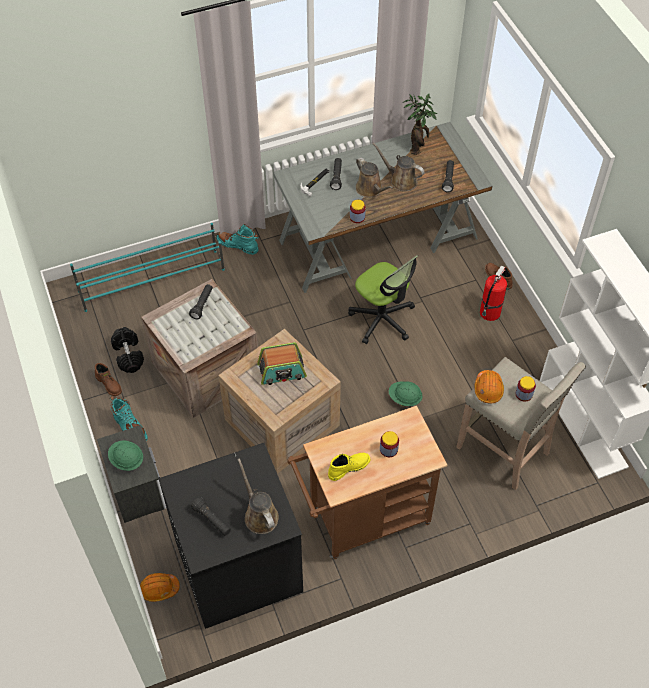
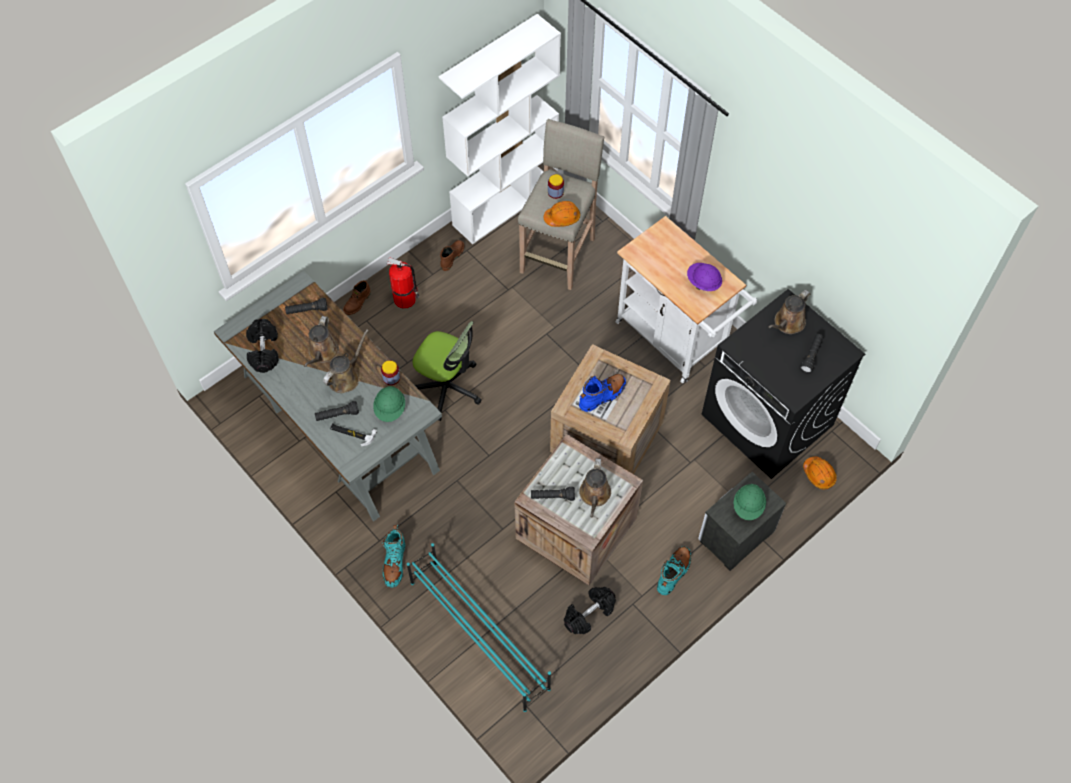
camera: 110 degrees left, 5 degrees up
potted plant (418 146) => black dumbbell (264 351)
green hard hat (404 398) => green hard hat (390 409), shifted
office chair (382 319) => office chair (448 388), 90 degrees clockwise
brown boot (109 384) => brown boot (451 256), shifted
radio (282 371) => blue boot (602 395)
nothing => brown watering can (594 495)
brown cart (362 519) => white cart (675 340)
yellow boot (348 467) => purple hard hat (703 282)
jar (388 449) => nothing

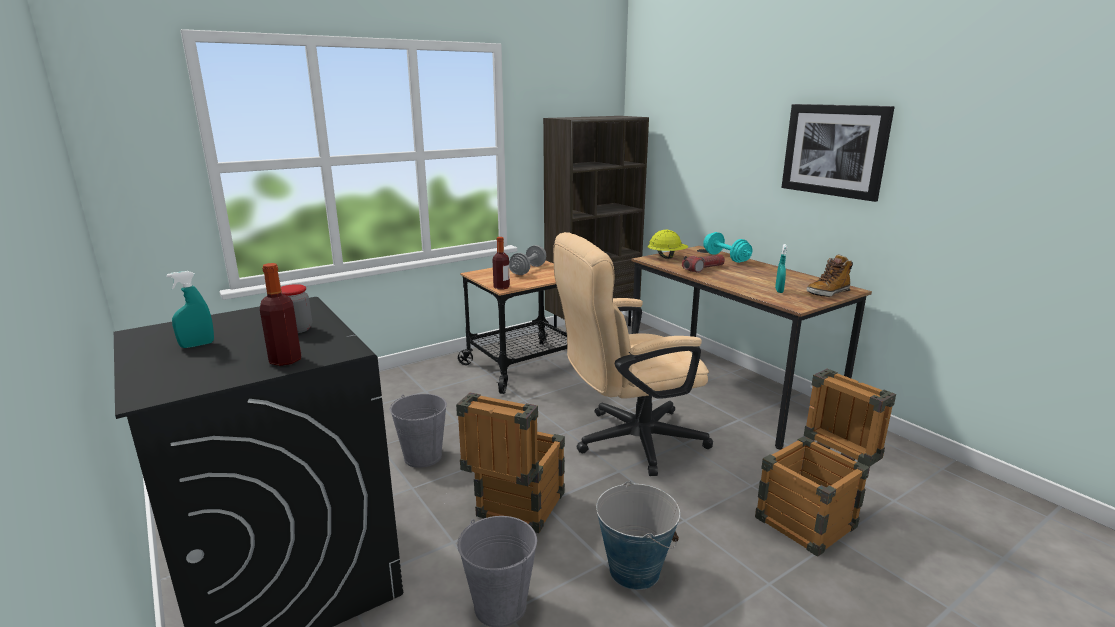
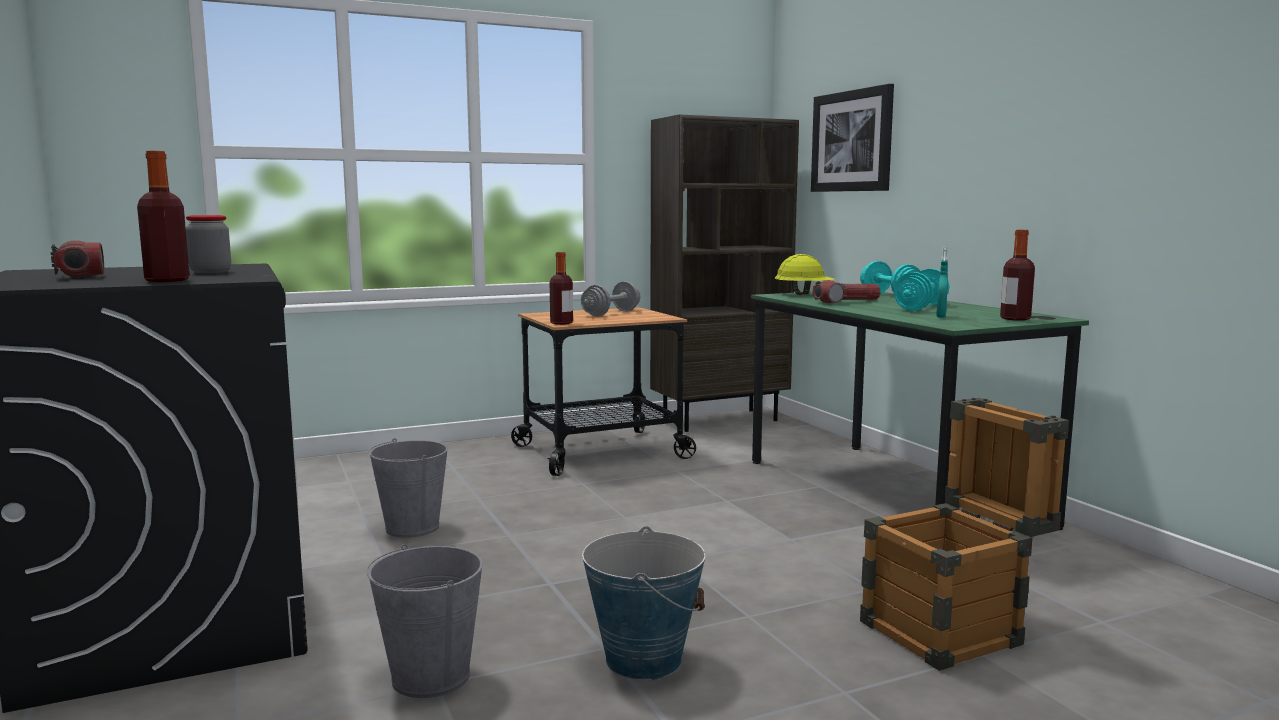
camera: 10 degrees right, 10 degrees down
turquoise spray bottle (197 345) => flashlight (83 274)
brown desk (728 391) => green desk (890 492)
picture (834 150) => picture (852 141), shifted
nothing => turquoise dumbbell (921 307)
boot (827 293) => bottle (1015 319)
crate (515 511) => nothing
beige office chair (628 441) => nothing

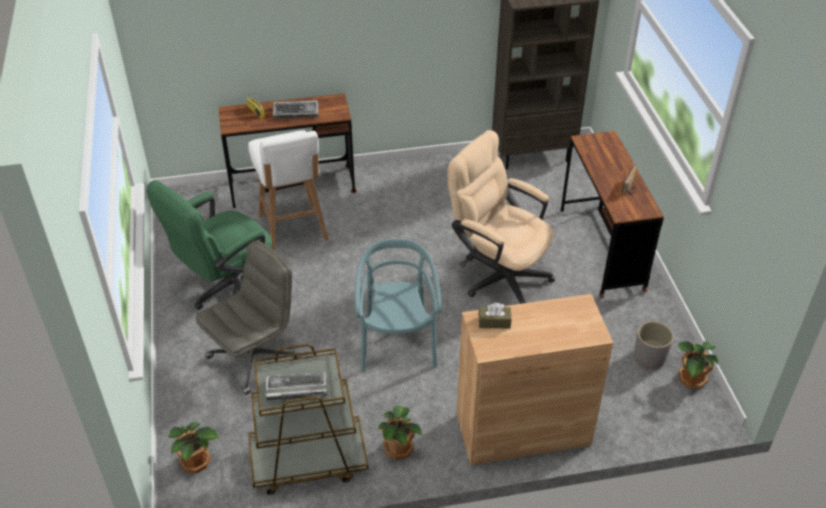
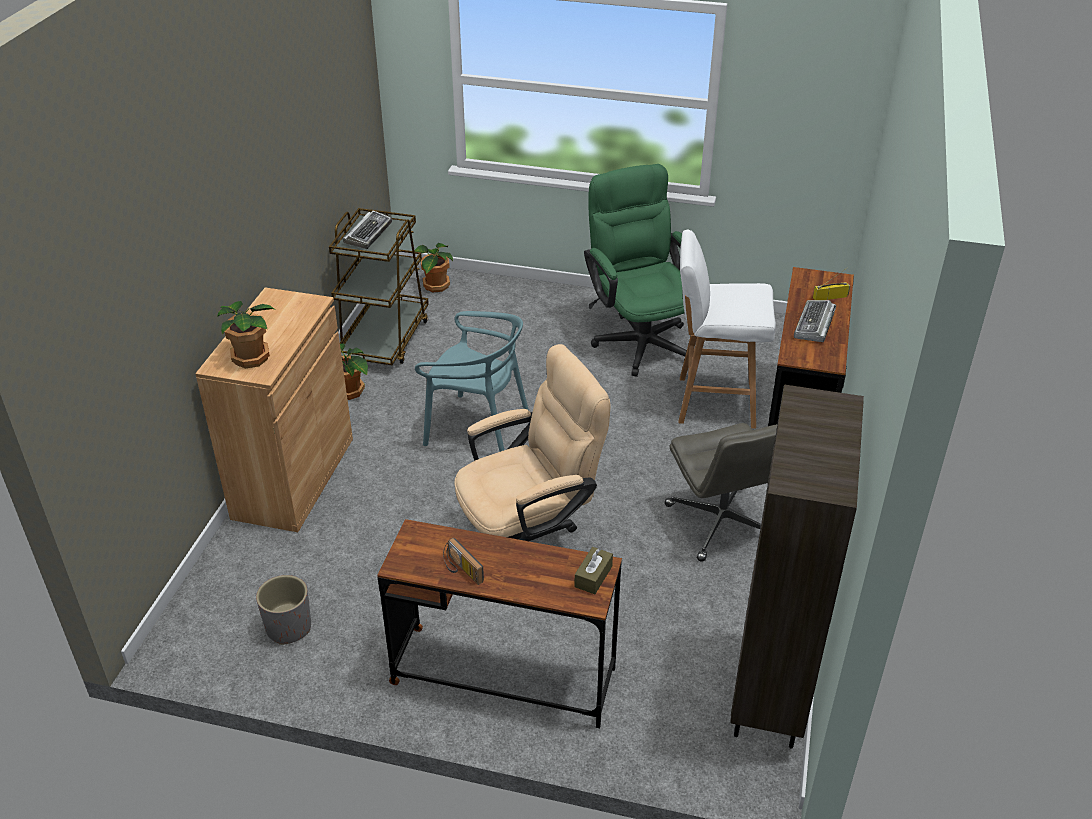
camera: 115 degrees right, 5 degrees down
potted plant (691 380) => potted plant (251 357), shifted
brown tissue box (494 322) => brown tissue box (593 576), shifted
grey office chair (254 357) => grey office chair (722 524), shifted

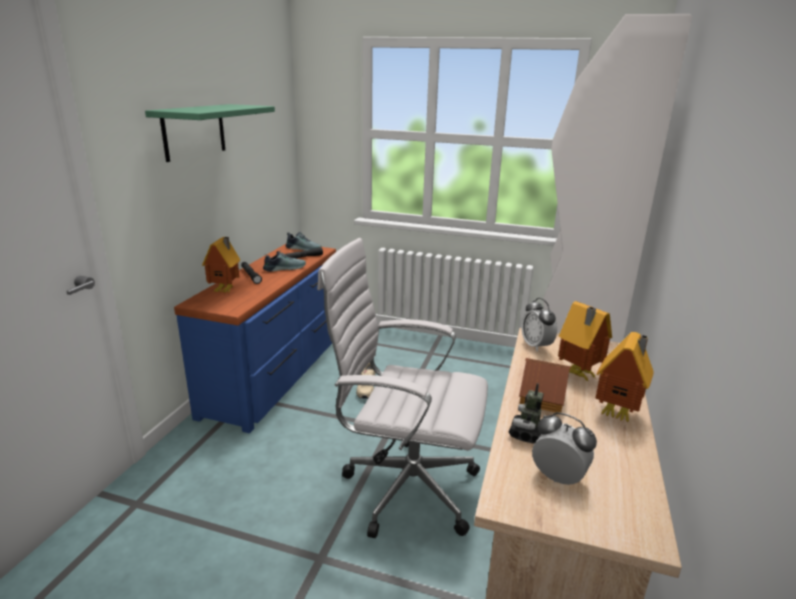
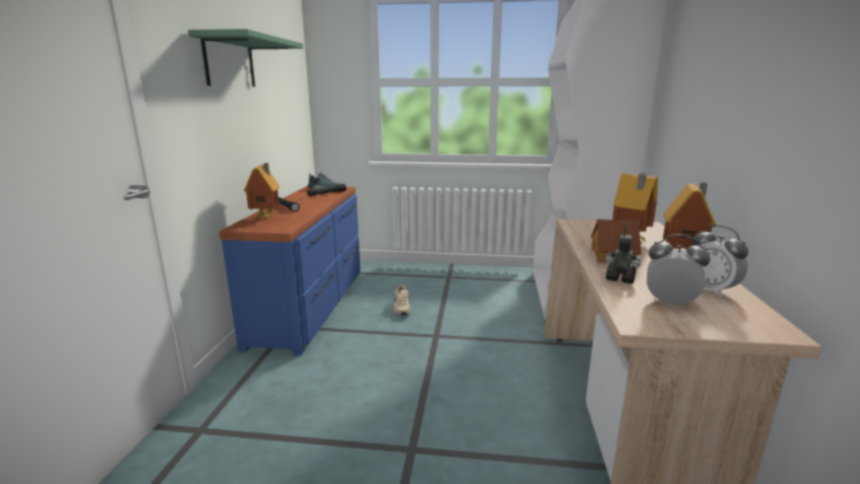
camera: 10 degrees left, 5 degrees down
toy robot (527 434) => toy robot (620 279), 105 degrees clockwise
alarm clock (536 346) => alarm clock (710 290), shifted
shoe (284 268) => nothing
white office chair (404 487) => nothing

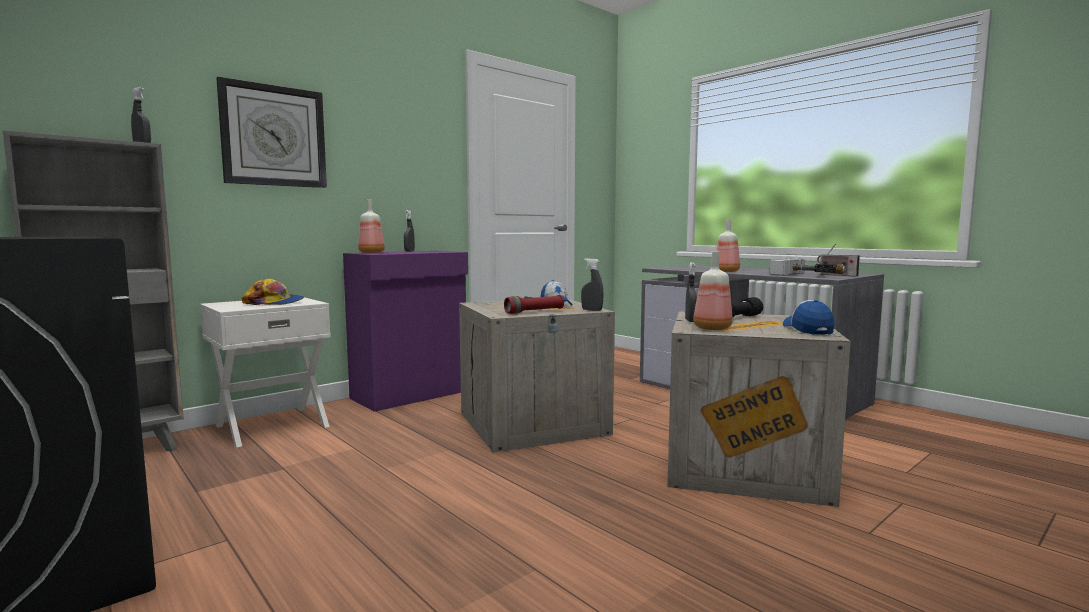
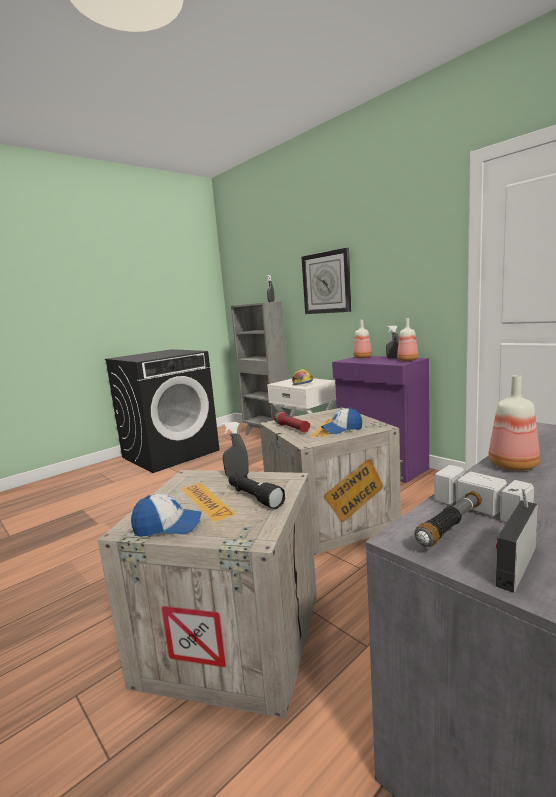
camera: 90 degrees right, 5 degrees up
bottle (711 328) => bottle (407 360), shifted
grey spray bottle (592 310) => nothing

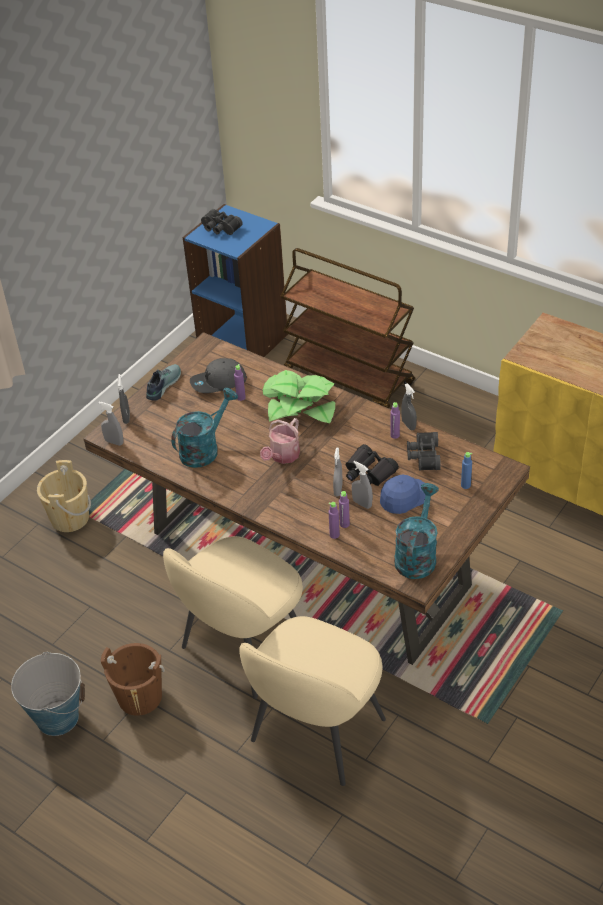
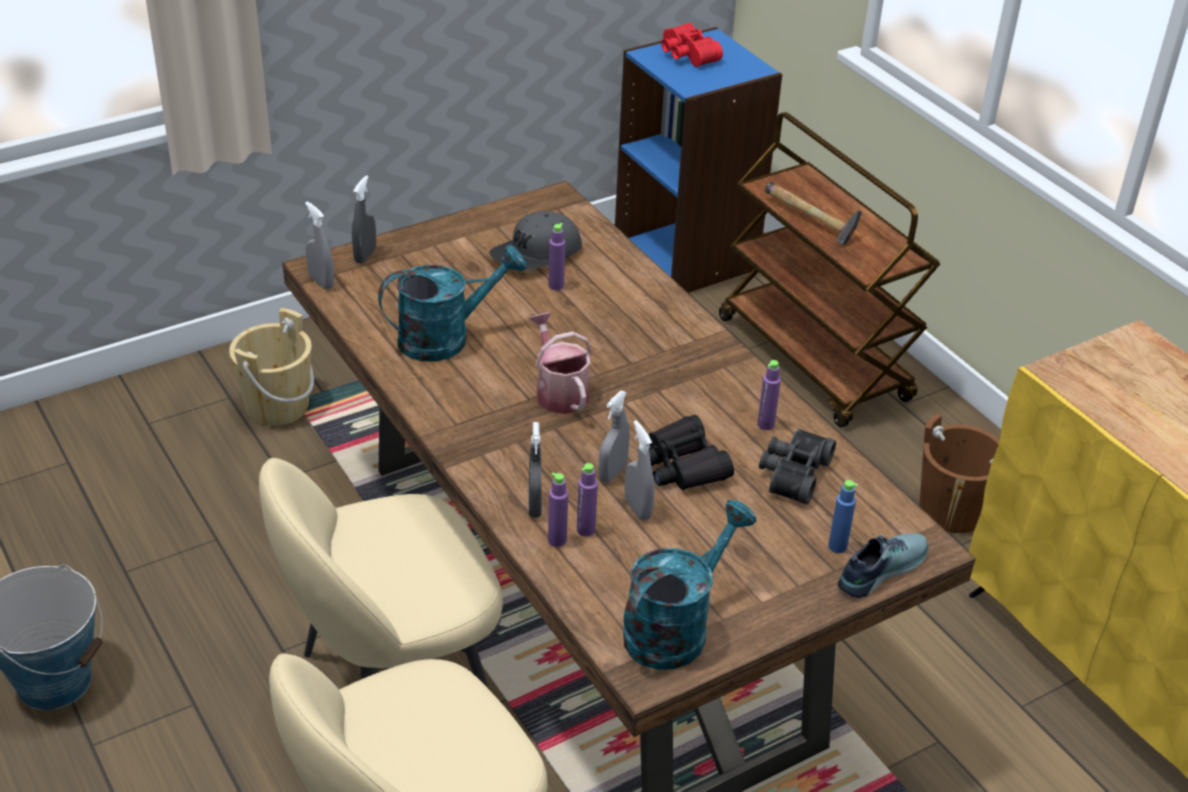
camera: 20 degrees right, 5 degrees down
grey cap (218 383) => grey cap (537 255), 45 degrees counterclockwise
grey spray bottle (408 425) => grey spray bottle (534 506), shifted
watering can (282 456) => watering can (559 391), 105 degrees clockwise
black binoculars (219 228) => red binoculars (686 55)
nothing => hammer (810 222)
shoe (162 385) => shoe (879 569), shifted
brown bucket (140 697) => brown bucket (952 510), shifted
potted plant (300 404) => nothing
blue cap (404 497) => nothing

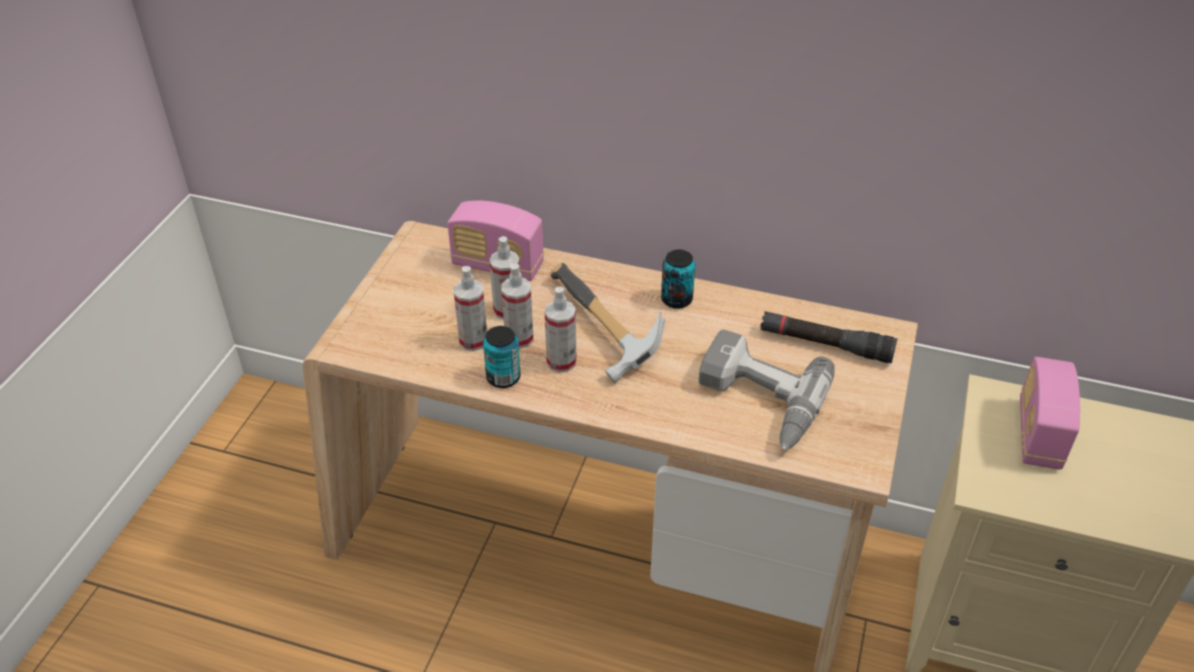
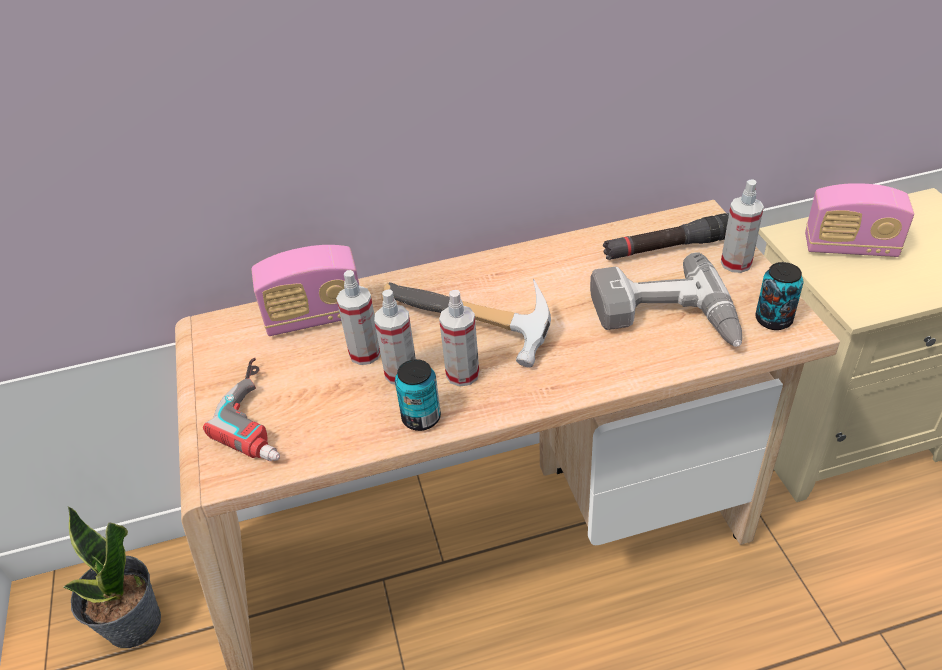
camera: 30 degrees left, 0 degrees up
nothing => potted plant (133 624)
nothing => power drill (265 415)
spray bottle (473 341) => spray bottle (736 263), shifted
can (676 299) => can (773 320), shifted
radio (1038 434) => radio (850 247), 60 degrees counterclockwise

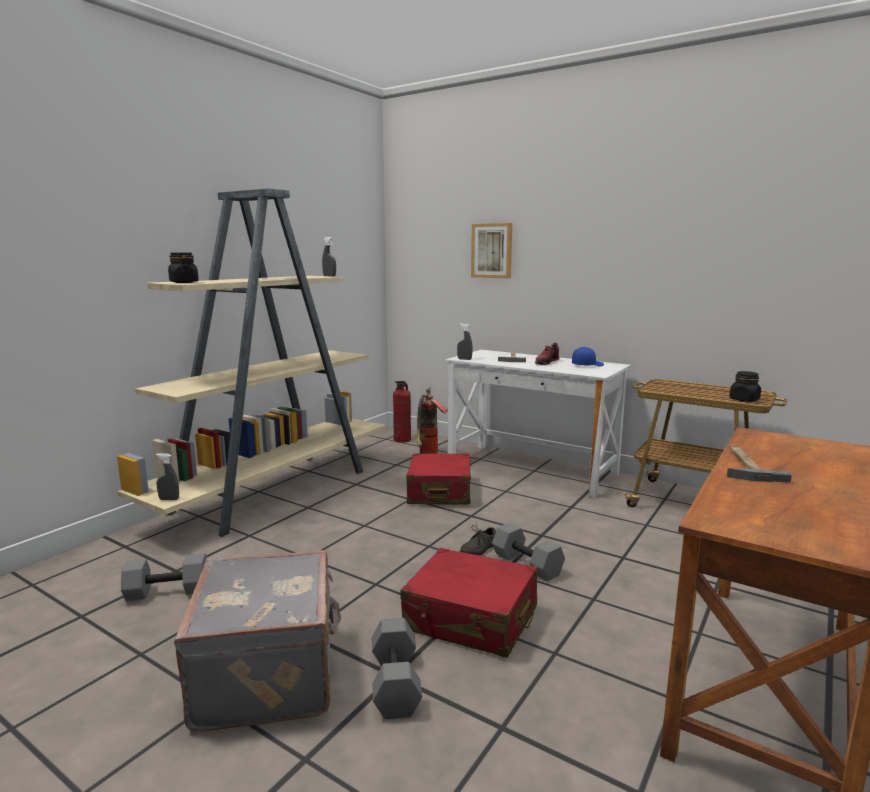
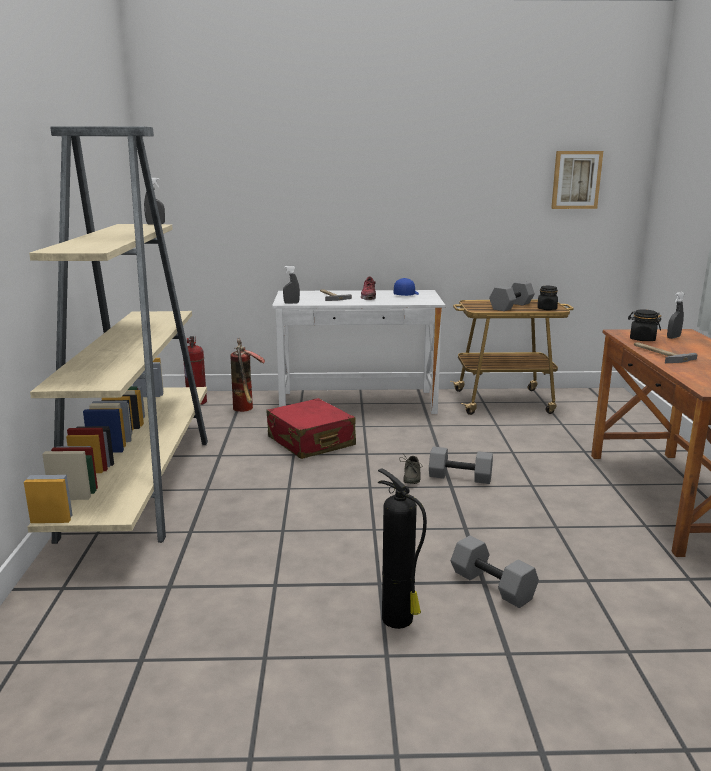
camera: 35 degrees left, 5 degrees up
grey suitcase (270 674) => fire extinguisher (399 620)
grey dumbbell (169 591) => grey dumbbell (511 306), shifted
picture (492 251) => picture (576 180), shifted
black jar (184 282) => black jar (642 339), shifted
grey spray bottle (169 499) => grey spray bottle (673 337), shifted
red suitcase (471 619) => nothing

